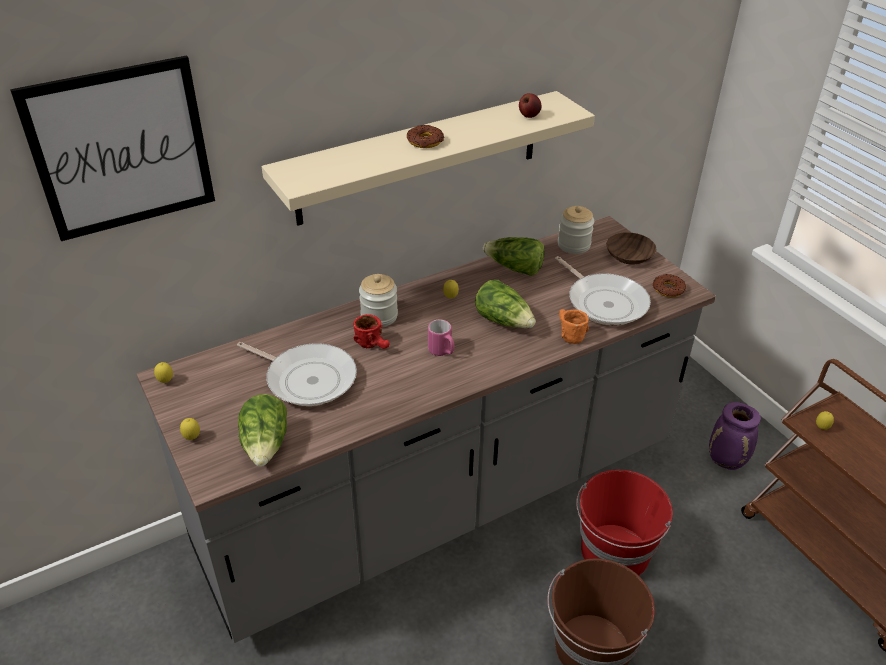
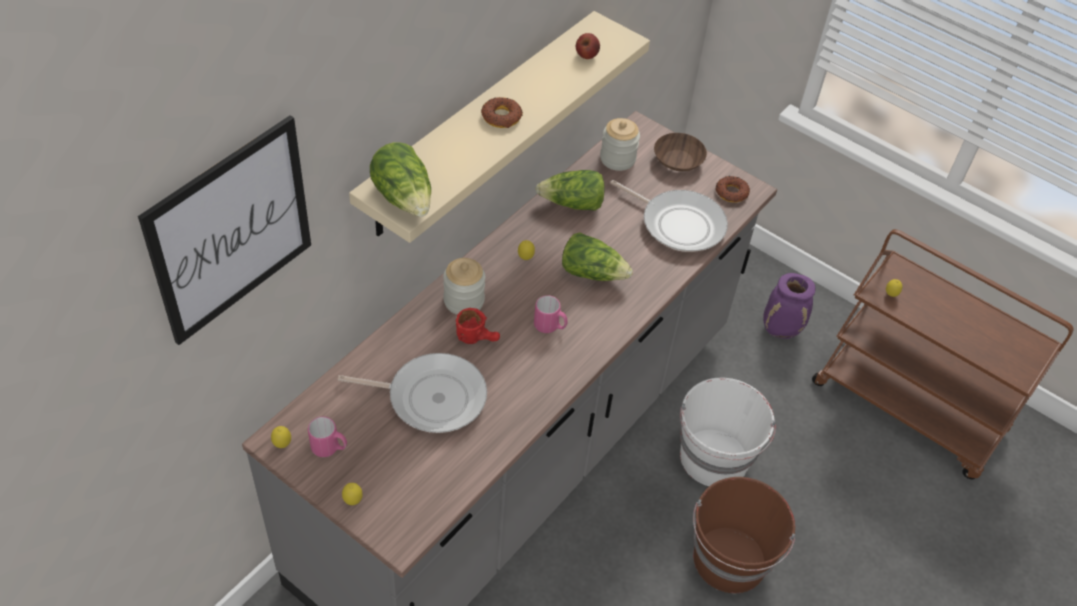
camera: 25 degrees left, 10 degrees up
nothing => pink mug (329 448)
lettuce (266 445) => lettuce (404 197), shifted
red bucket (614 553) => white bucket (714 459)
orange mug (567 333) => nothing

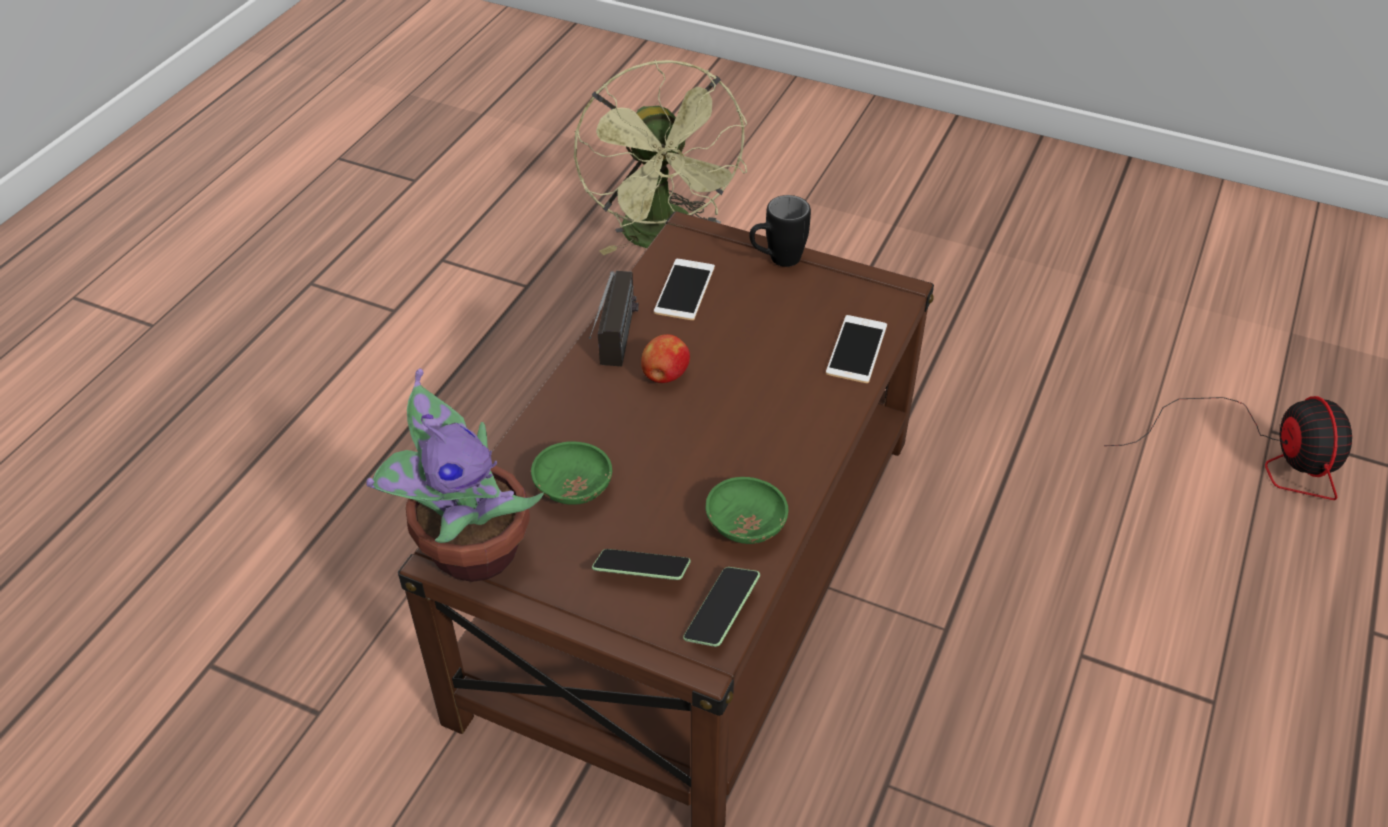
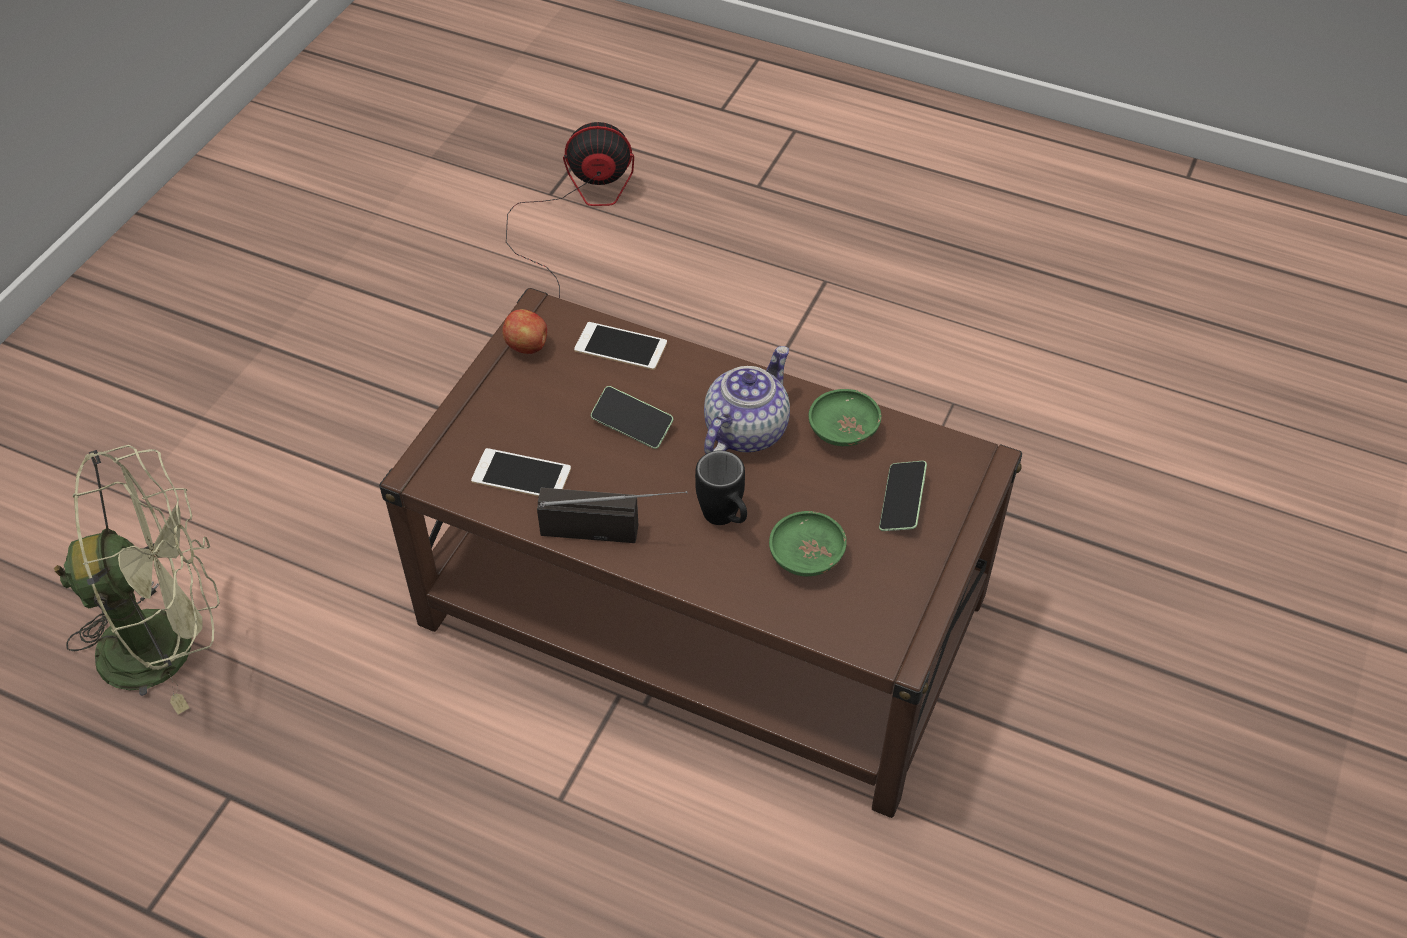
camera: 90 degrees left, 5 degrees up
apple (664 376) => apple (527 346), shifted
phone (721 614) => phone (632 425), shifted
black mug (776 260) => black mug (725 520), shifted
nothing => teapot (745 430)
potted plant (469 550) => nothing

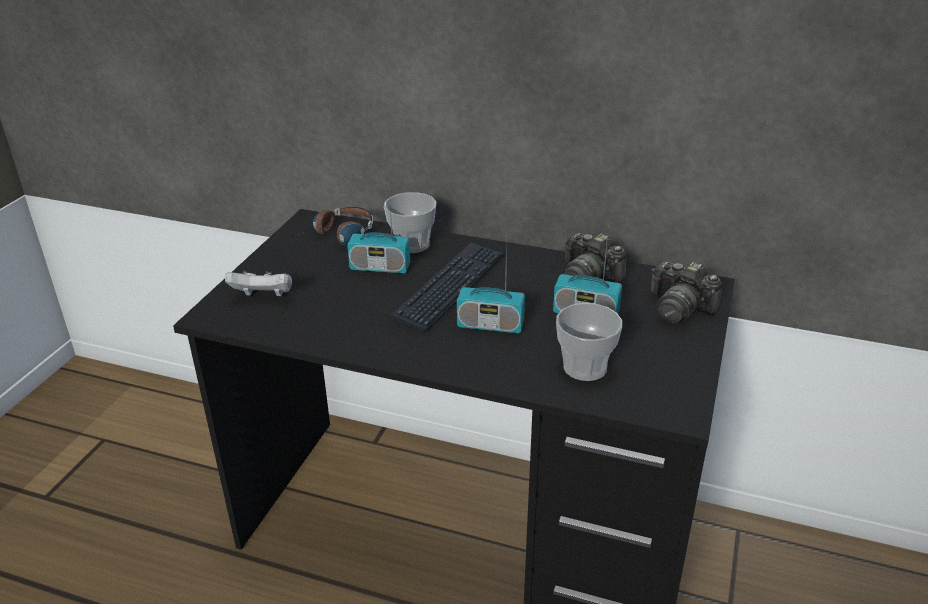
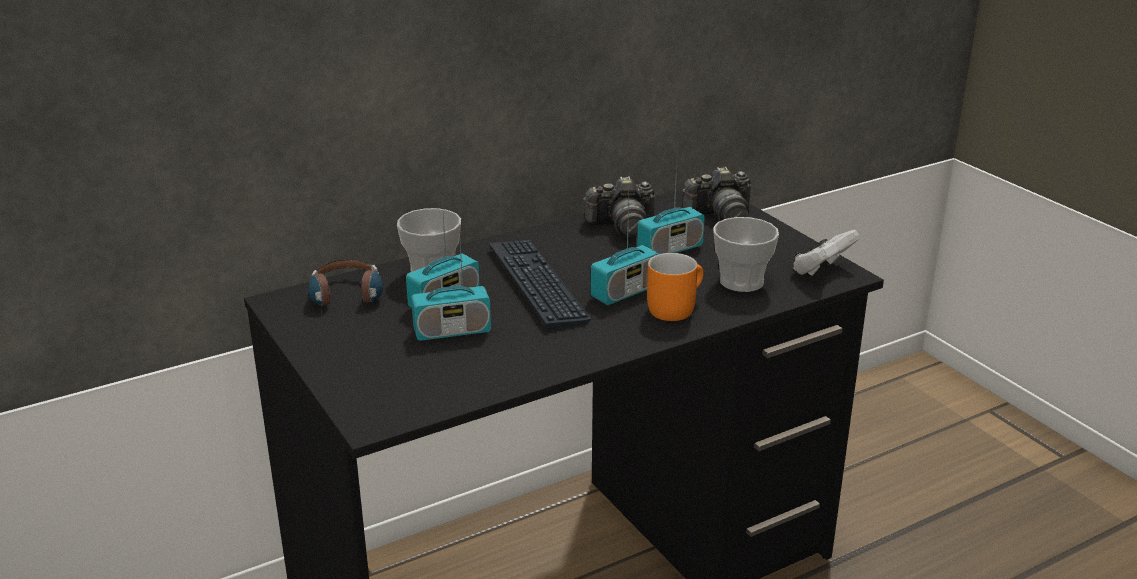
camera: 50 degrees left, 5 degrees down
nothing => radio (452 331)
nothing => orange mug (673 307)
white game controller (264 297) => white game controller (821 271), shifted

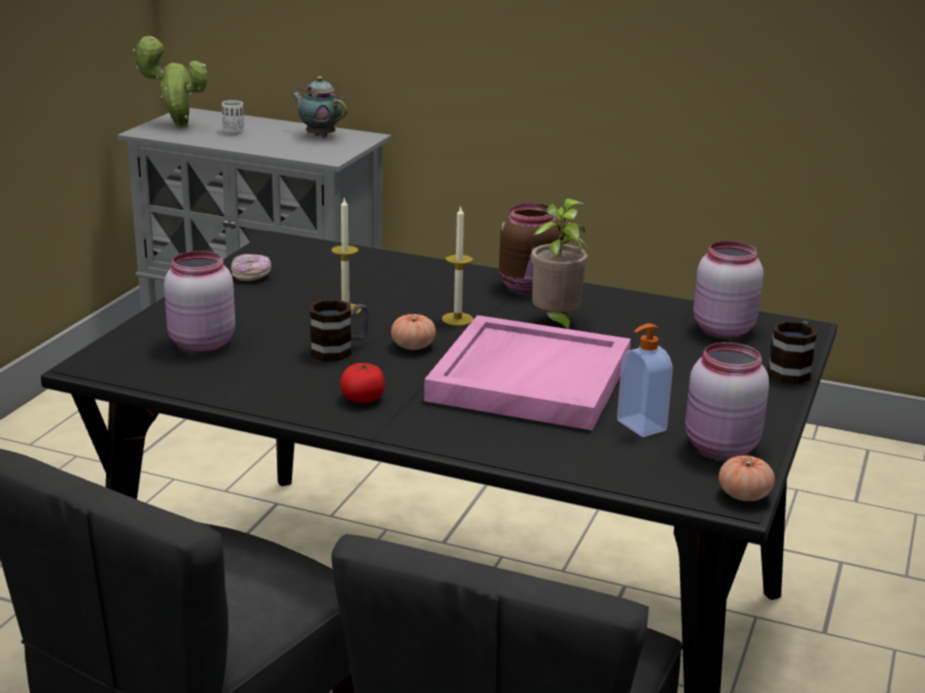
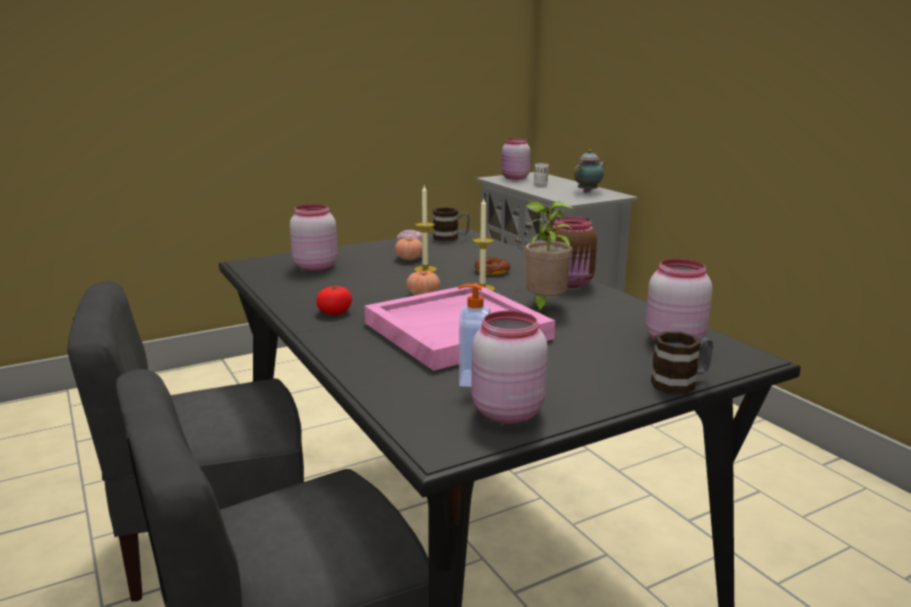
camera: 40 degrees right, 5 degrees down
tomato (744 495) => tomato (409 258), shifted
mug (339 350) => mug (451 238), shifted
nothing => donut (492 271)
potted plant (176 126) => pink jar (514 178)
teapot (319 136) => teapot (588 191), 60 degrees clockwise

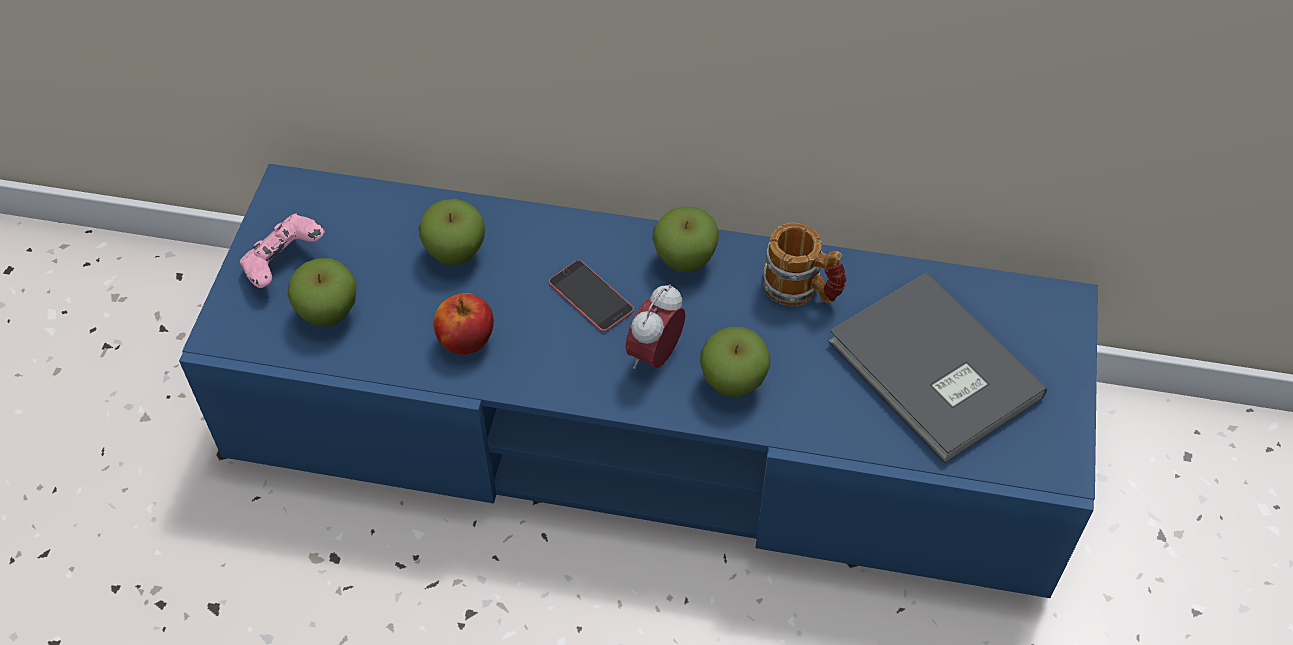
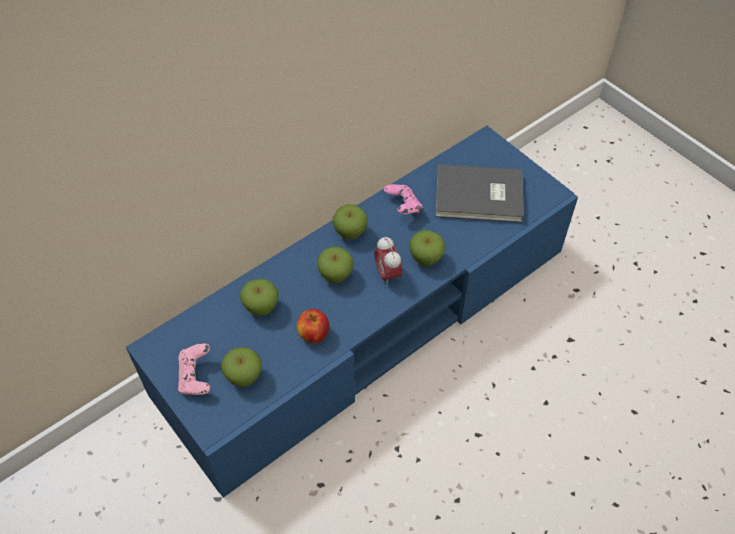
camera: 50 degrees left, 0 degrees up
phone (591 296) => apple (335 276)
mug (801 290) => pink game controller (403 207)

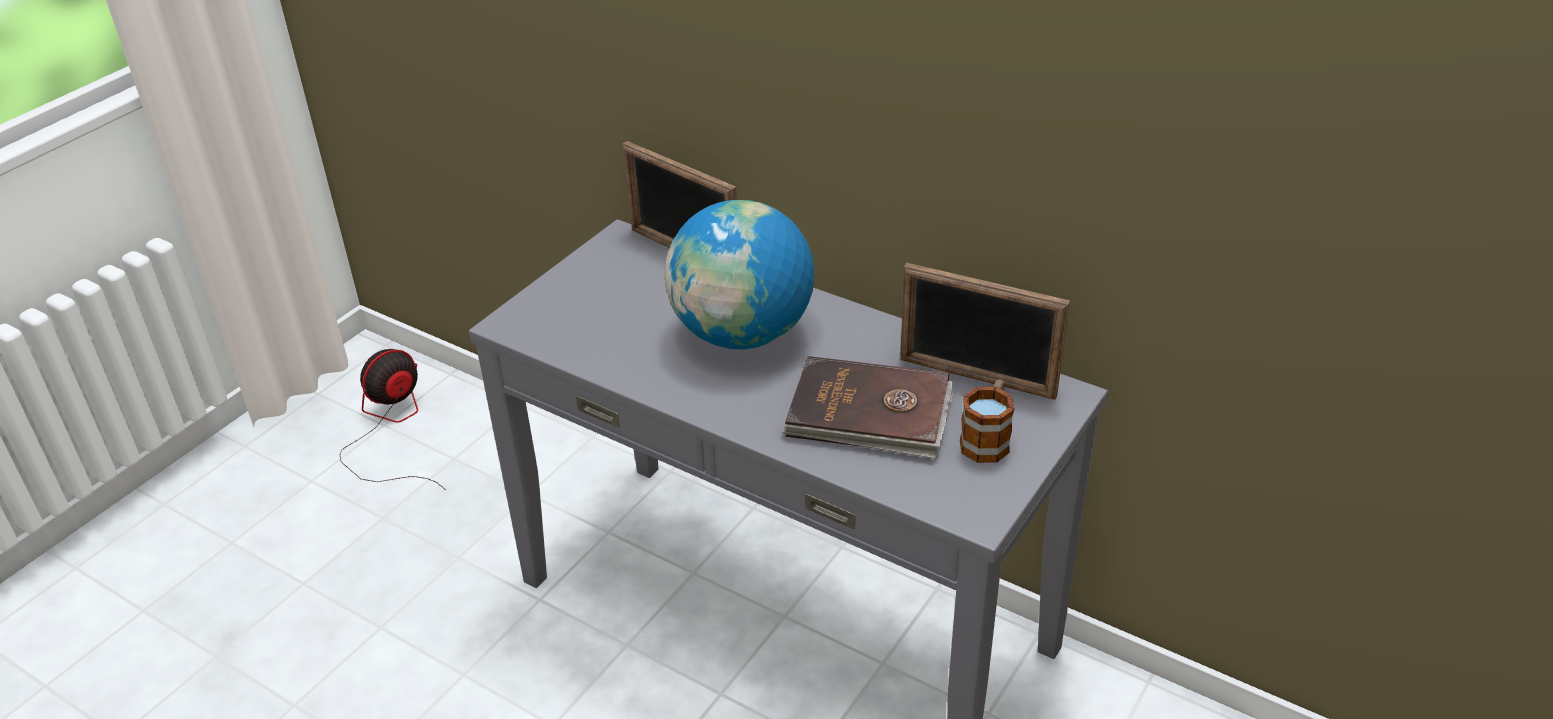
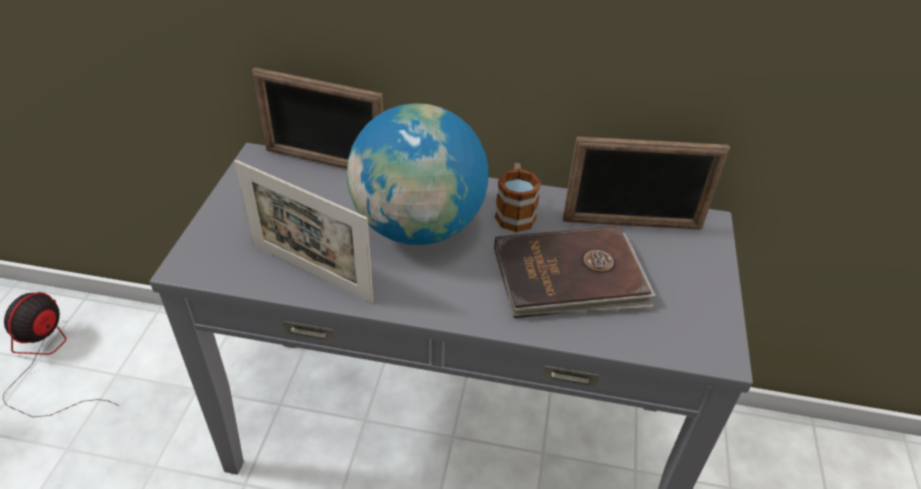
camera: 25 degrees left, 5 degrees up
nothing => picture frame (311 273)
mug (987 439) => mug (515 212), shifted

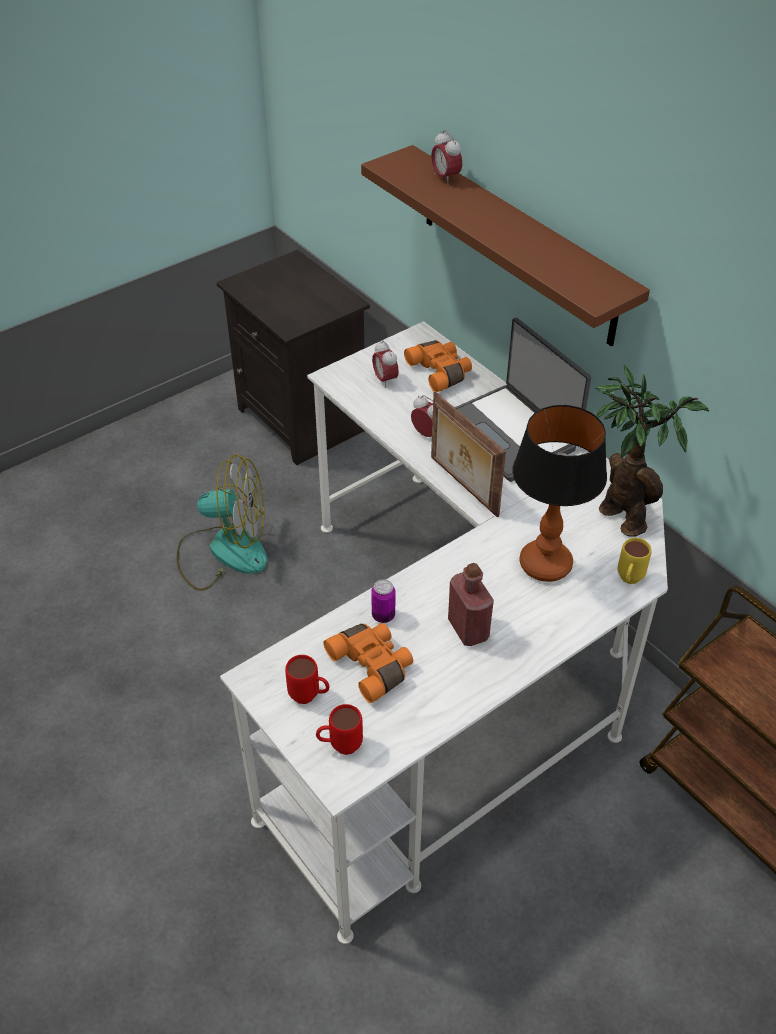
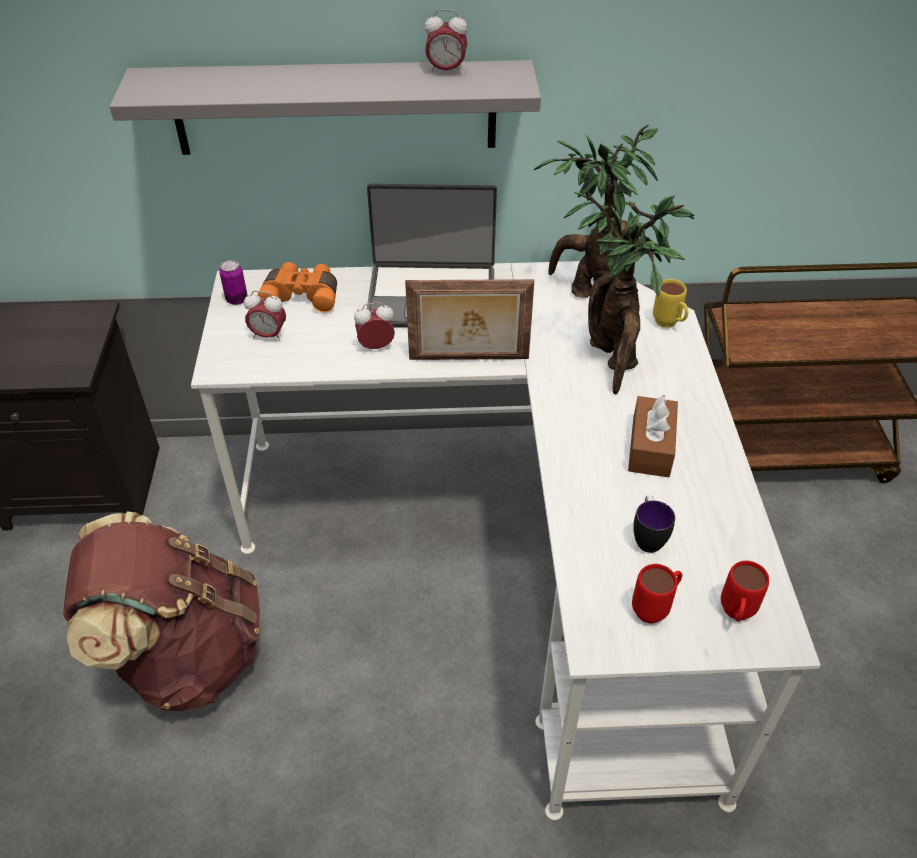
camera: 55 degrees left, 0 degrees up
fan (224 551) => brown backpack (185 653)
brown shelf (517 246) => grey shelf (335 108)
can (383 615) => can (237 300), shifted
alarm clock (445 178) => alarm clock (446 71), shifted
table lamp (546 565) => potted plant (612 360)
red bottle (468 629) => brown tissue box (650 447)
orange binoculars (373 665) => mug (647 537)

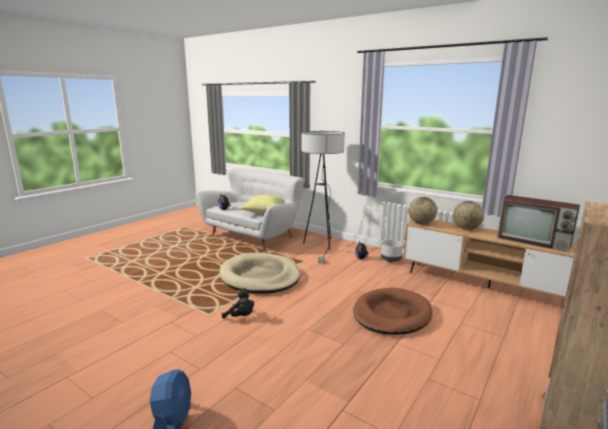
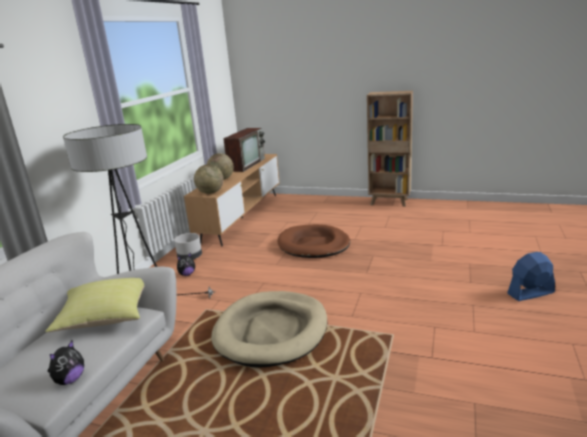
camera: 105 degrees left, 5 degrees up
black plush toy (241 316) => nothing

